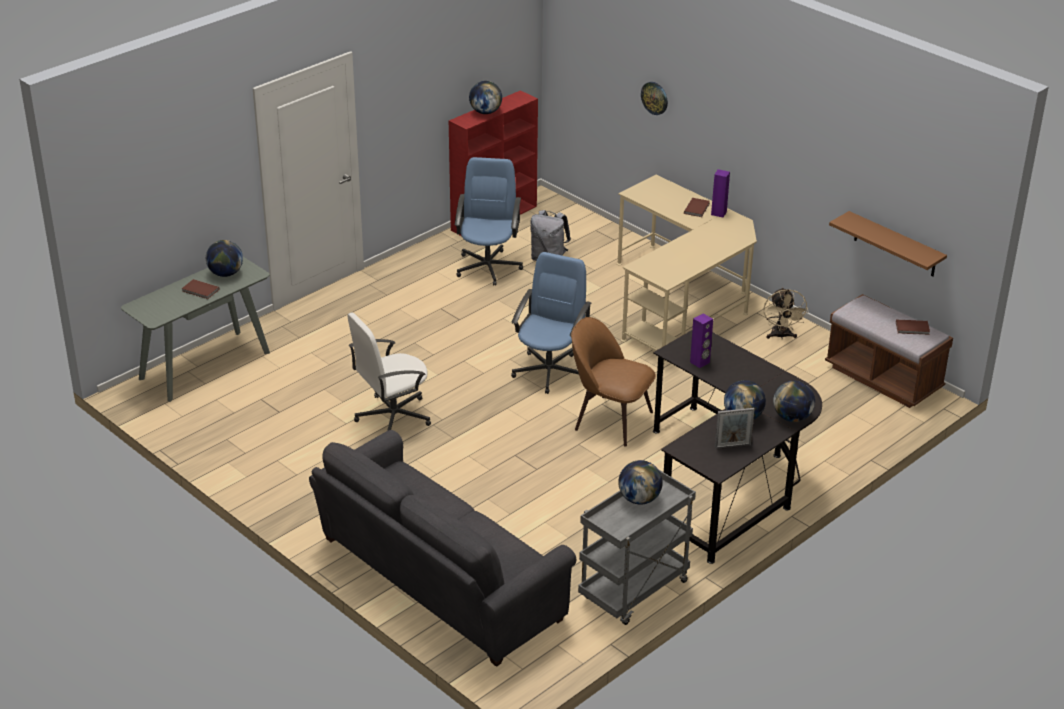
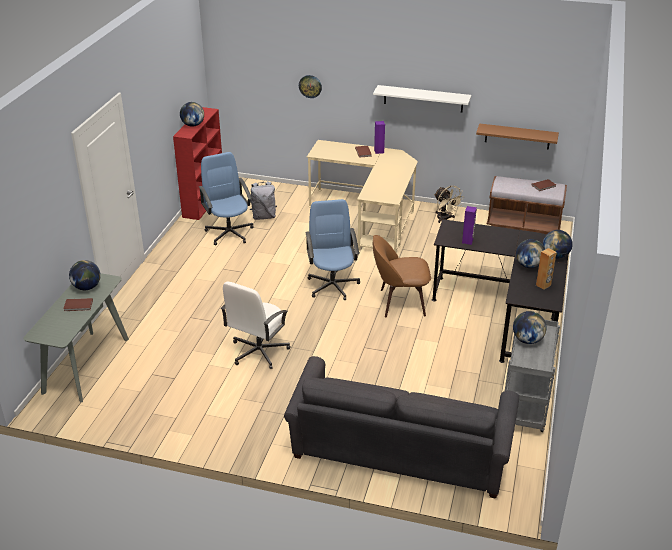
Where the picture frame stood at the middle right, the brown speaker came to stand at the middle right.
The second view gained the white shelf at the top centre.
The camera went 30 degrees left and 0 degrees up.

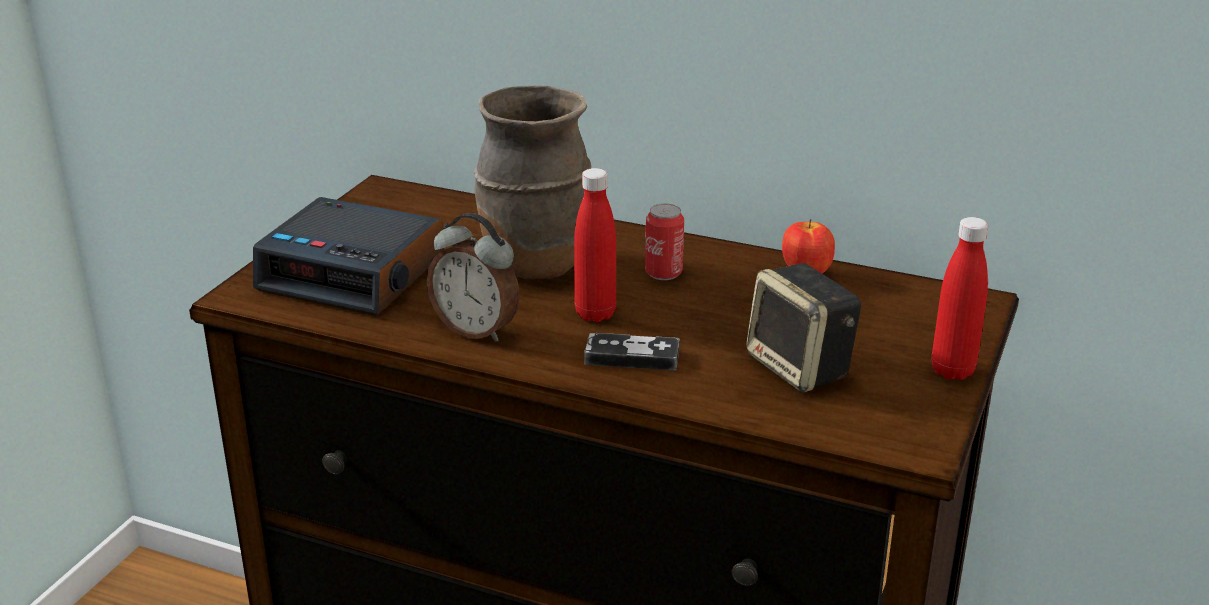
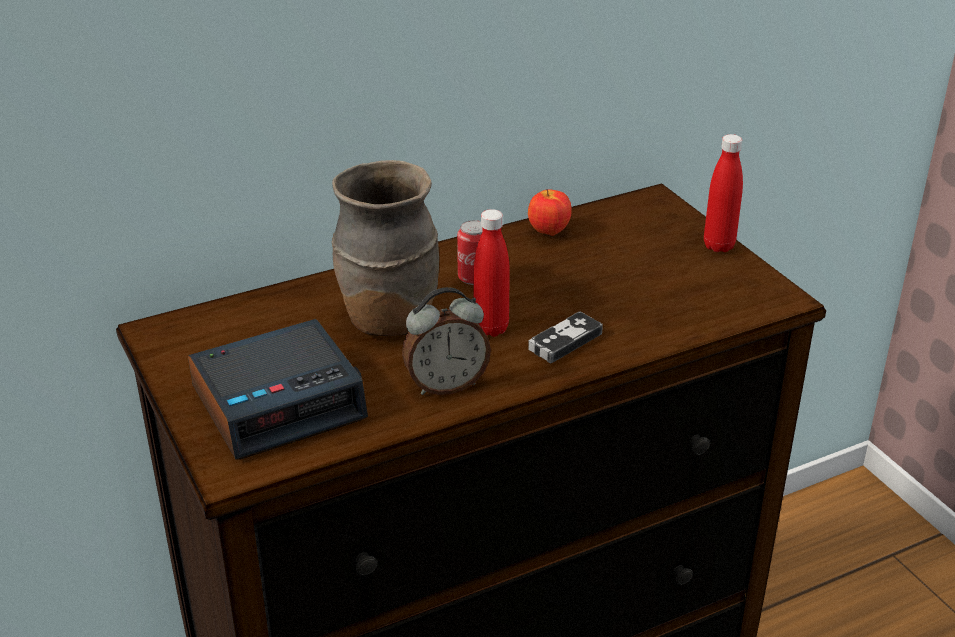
The second view lost the speaker at the centre.
The camera went 50 degrees left and 5 degrees up.

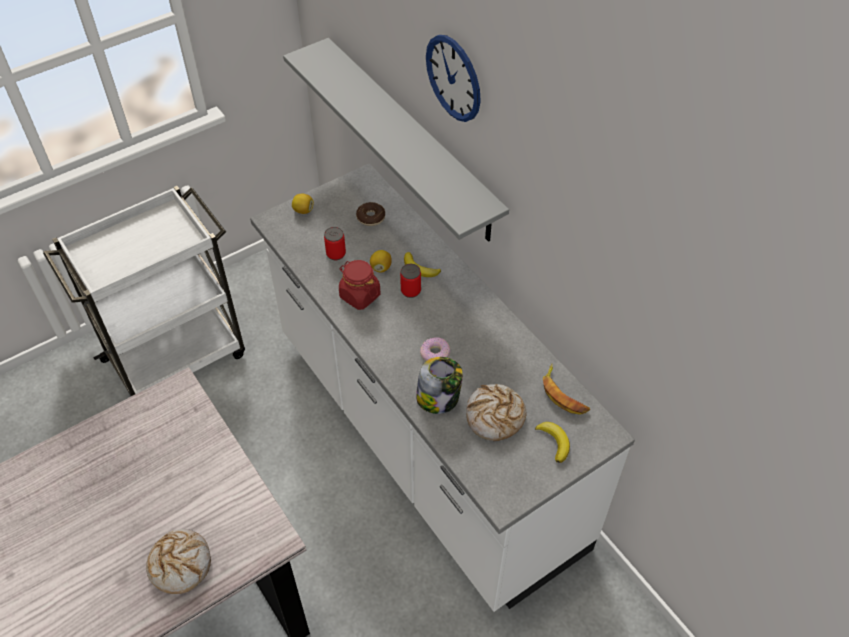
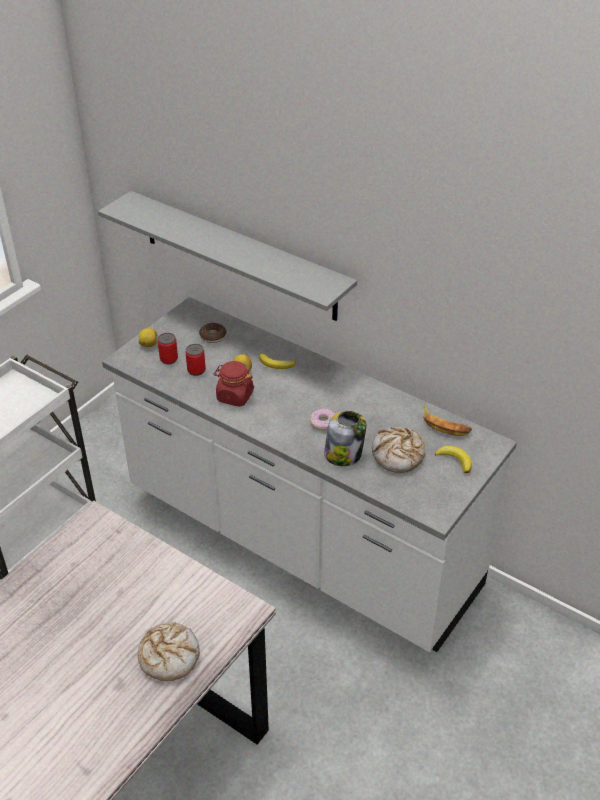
The can (2nd from left in the first image) ended up elsewhere, having gone from the centre to the middle left.
The second view lost the wall clock at the top centre.
The camera went 20 degrees left and 10 degrees down.

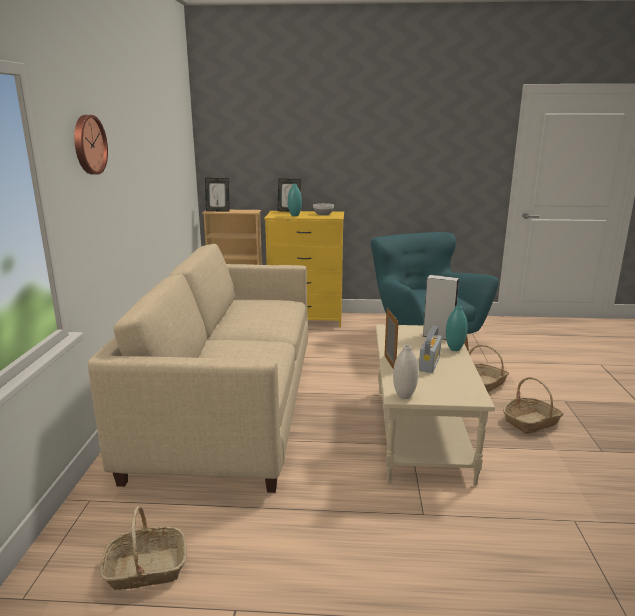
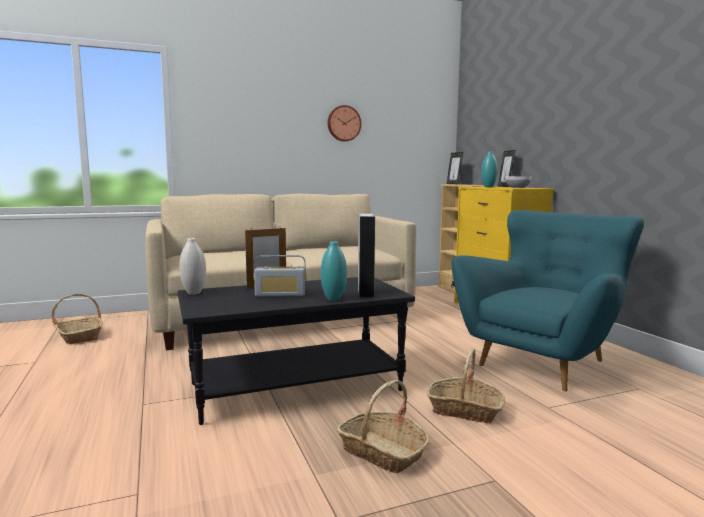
The wall clock ended up elsewhere, having gone from the top left to the top centre.
What was the beige coffee table at the middle right turned into the black coffee table at the bottom centre.
The camera went 65 degrees right and 10 degrees down.

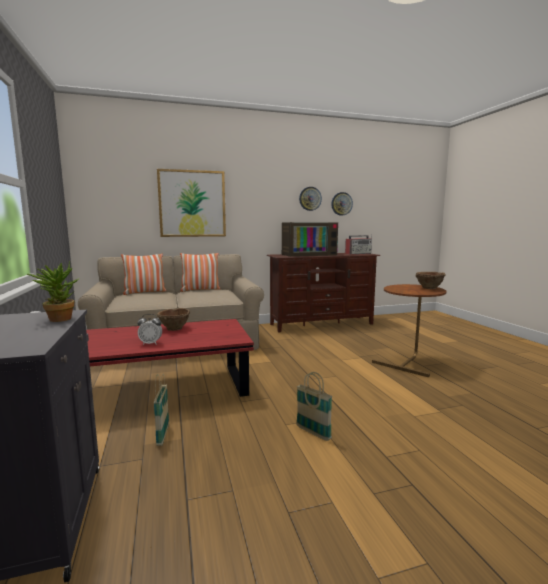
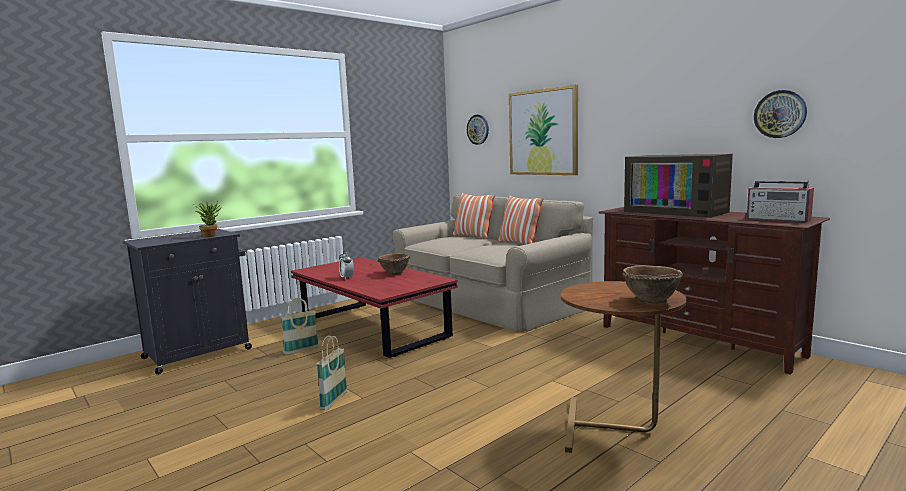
The wall clock (1st from left) ended up elsewhere, having gone from the centre to the top centre.
The camera went 65 degrees right and 0 degrees up.

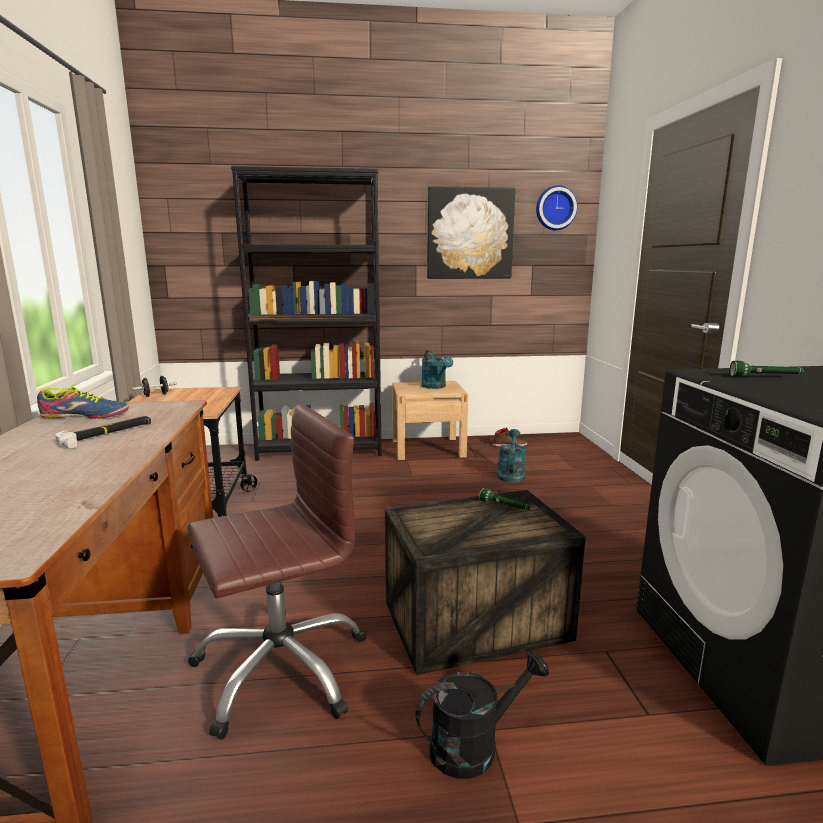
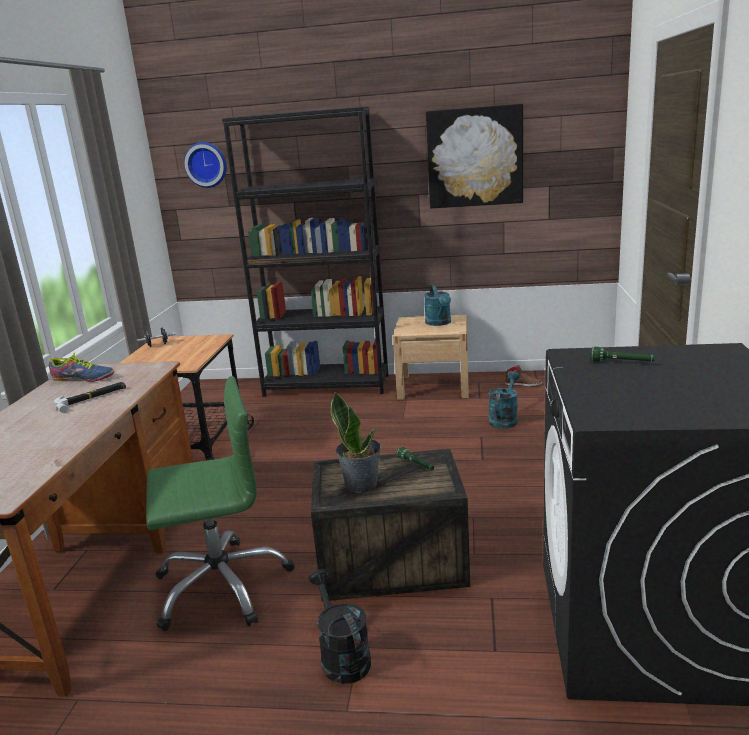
What was the brown office chair at the bottom centre turned into the green office chair at the bottom left.
The black watering can at the bottom centre ended up facing another way, 105 degrees counterclockwise from before.
The wall clock ended up elsewhere, having gone from the top right to the top left.
The second view gained the potted plant at the centre.
The camera went 15 degrees right and 5 degrees up.

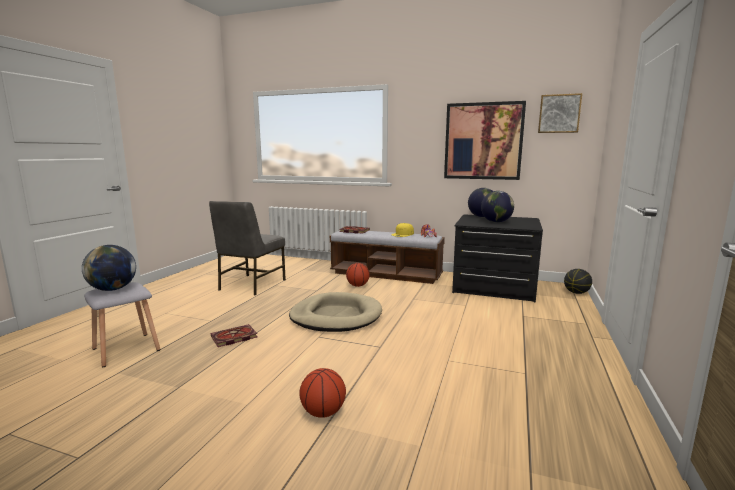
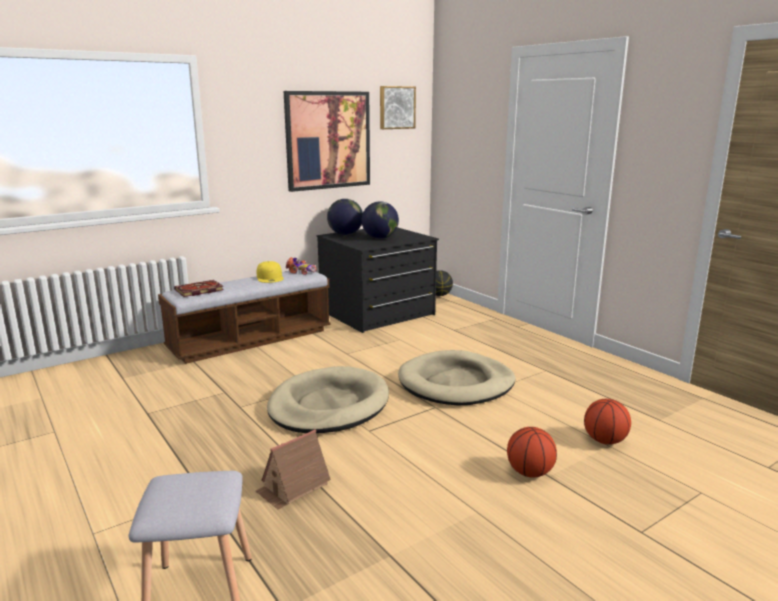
The second view lost the globe (1st from left) at the middle left.
The second view lost the grey chair at the centre.
Where the book (1st from left) stood at the bottom left, the toy house came to stand at the bottom centre.
The basketball (2nd from left in the first image) ended up elsewhere, having gone from the centre to the bottom right.
The second view gained the beige dog bed (2nd from left) at the centre.
The camera went 55 degrees left and 5 degrees up.

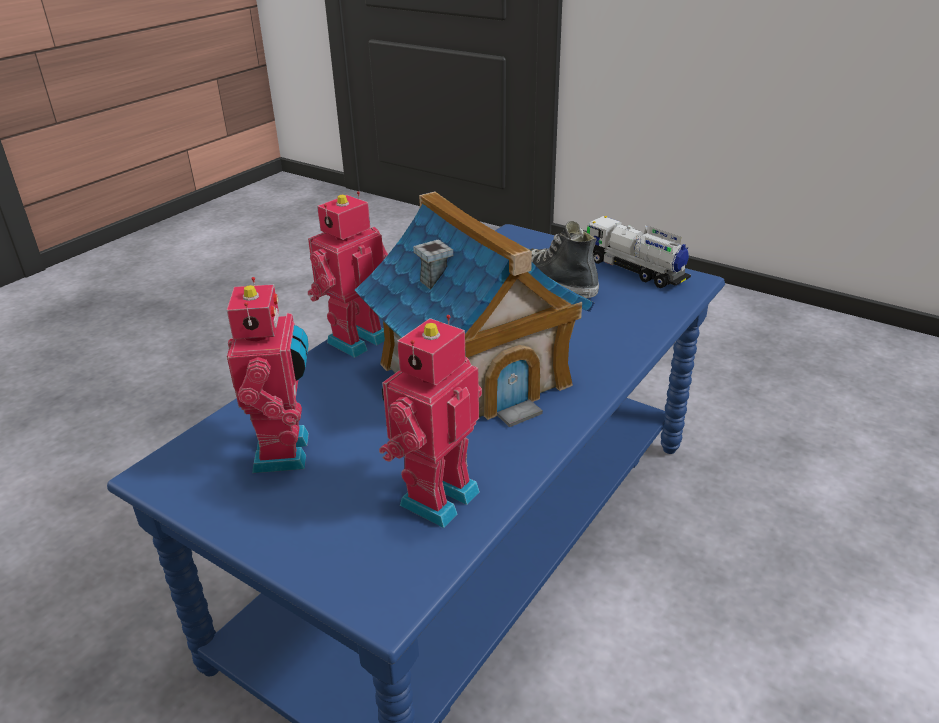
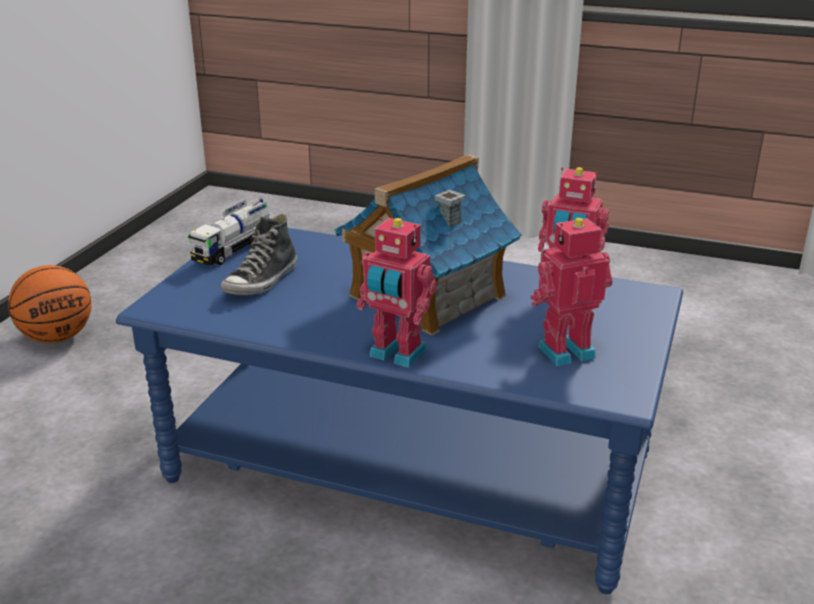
The second view gained the basketball at the middle left.
The camera went 105 degrees left and 5 degrees down.

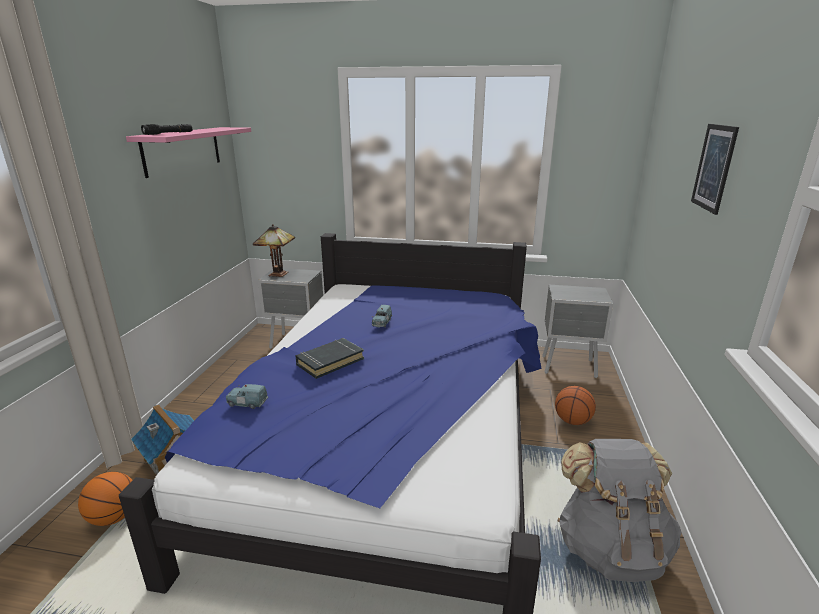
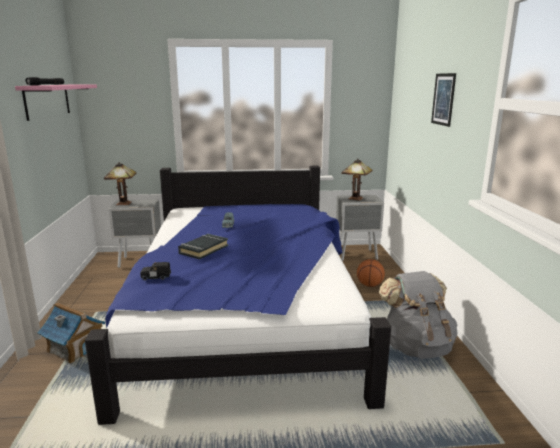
The second view lost the basketball (1st from left) at the bottom left.
What was the blue toy car (1st from left) at the middle left turned into the black toy car at the middle left.
The second view gained the table lamp (2nd from left) at the centre.
The camera went 15 degrees left and 5 degrees down.

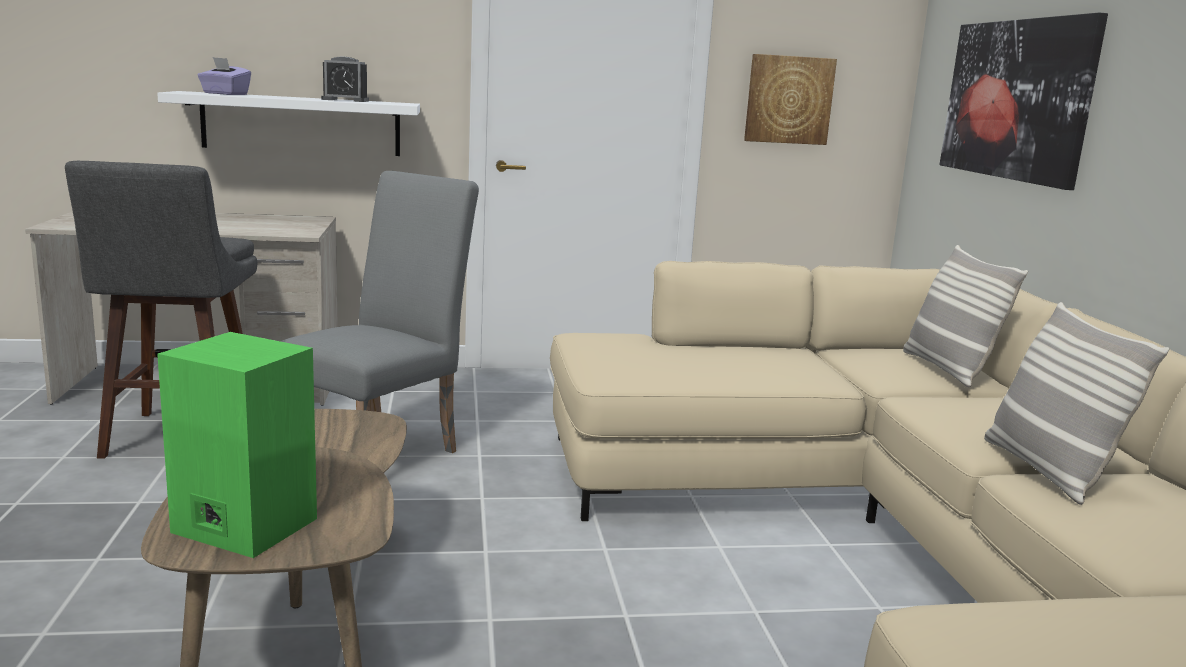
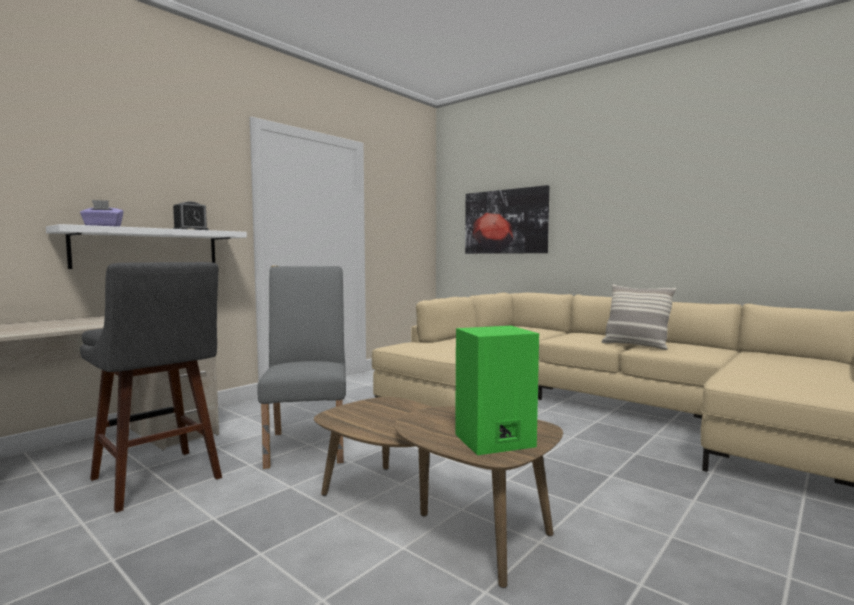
The second view lost the picture (1st from left) at the top centre.
The second view lost the pillow (1st from left) at the middle right.
The camera went 40 degrees left and 10 degrees down.

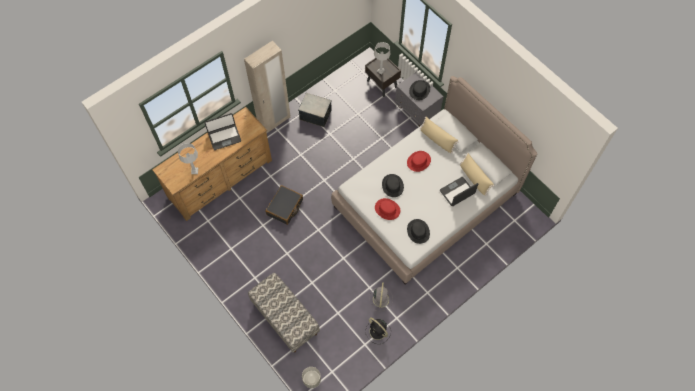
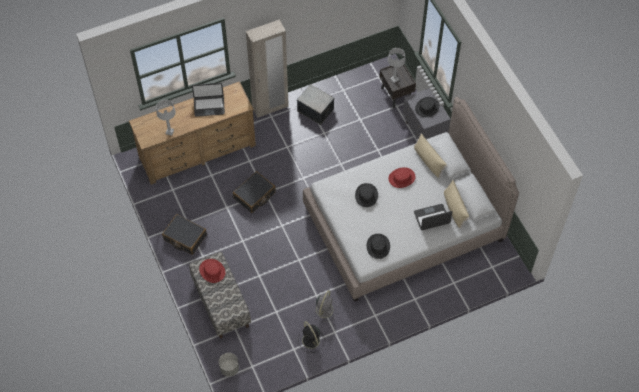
The red hat (1st from left) ended up elsewhere, having gone from the centre to the bottom left.
The second view gained the black suitcase (1st from left) at the middle left.
The camera went 15 degrees right and 5 degrees down.

